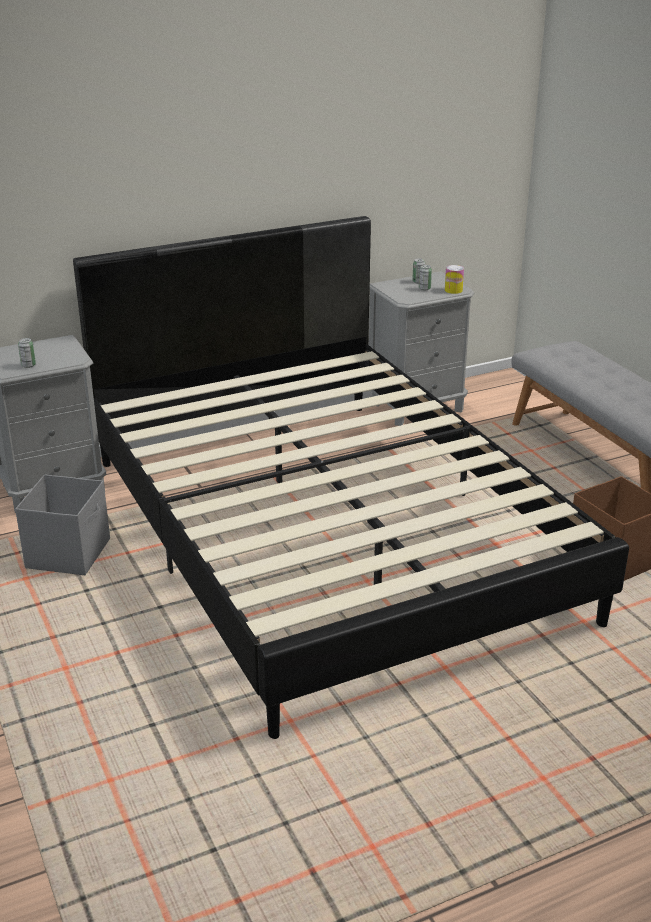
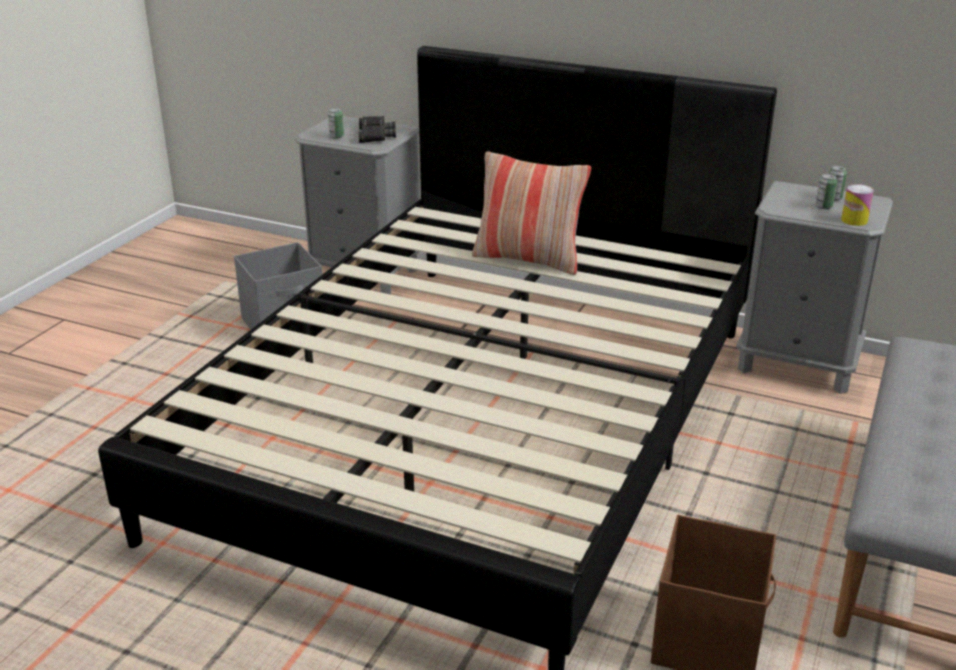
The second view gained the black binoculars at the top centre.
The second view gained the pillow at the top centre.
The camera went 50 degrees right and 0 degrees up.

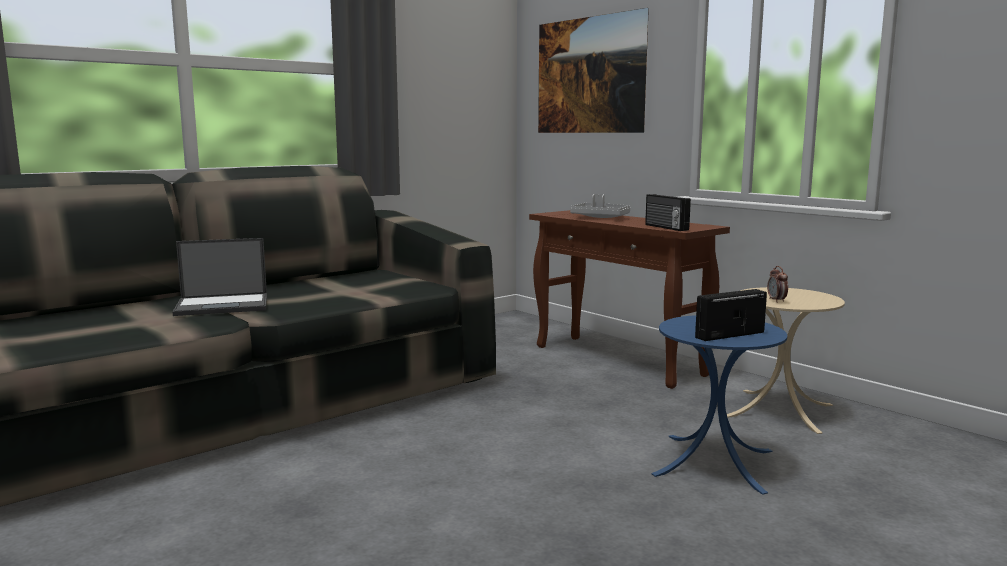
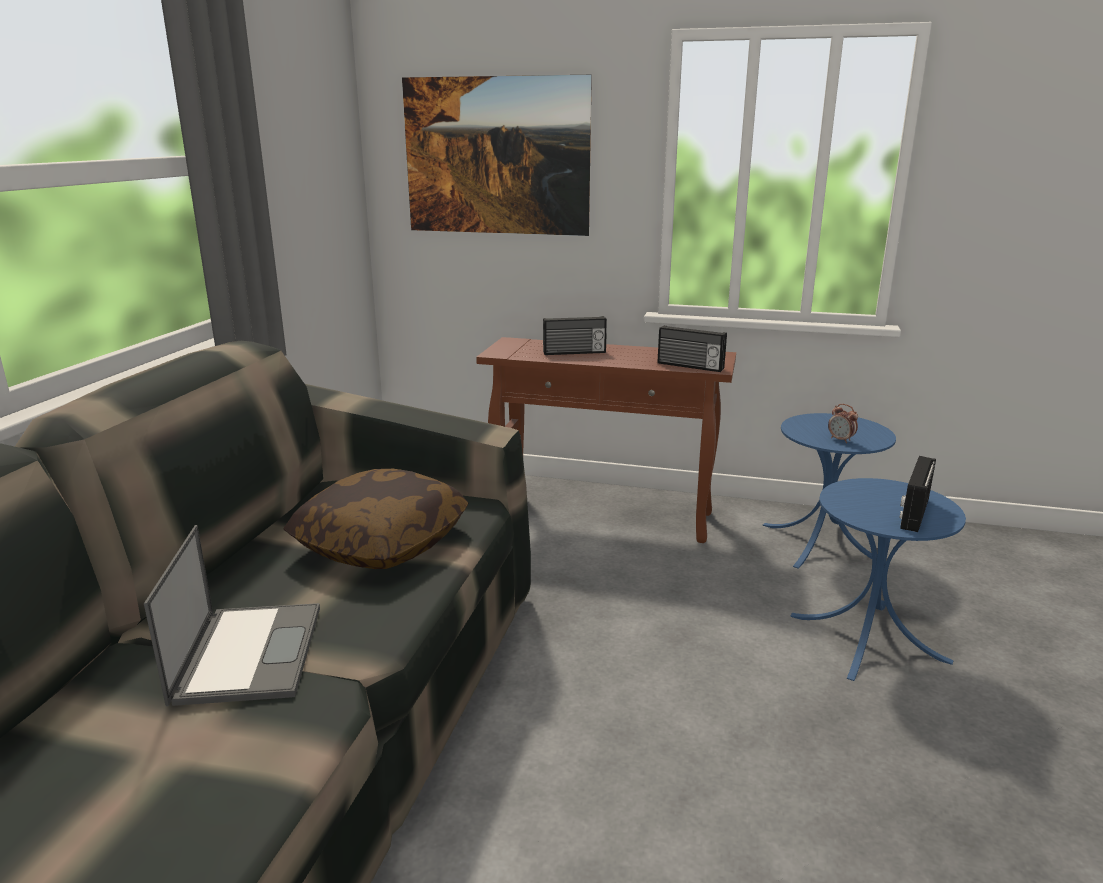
The laptop at the middle left ended up facing another way, 45 degrees counterclockwise from before.
Where the grey tray stood at the centre, the radio (1st from left) came to stand at the centre.
What was the beige side table at the middle right turned into the blue side table (1st from left) at the middle right.
The second view gained the pillow at the centre.
The camera went 35 degrees left and 10 degrees up.

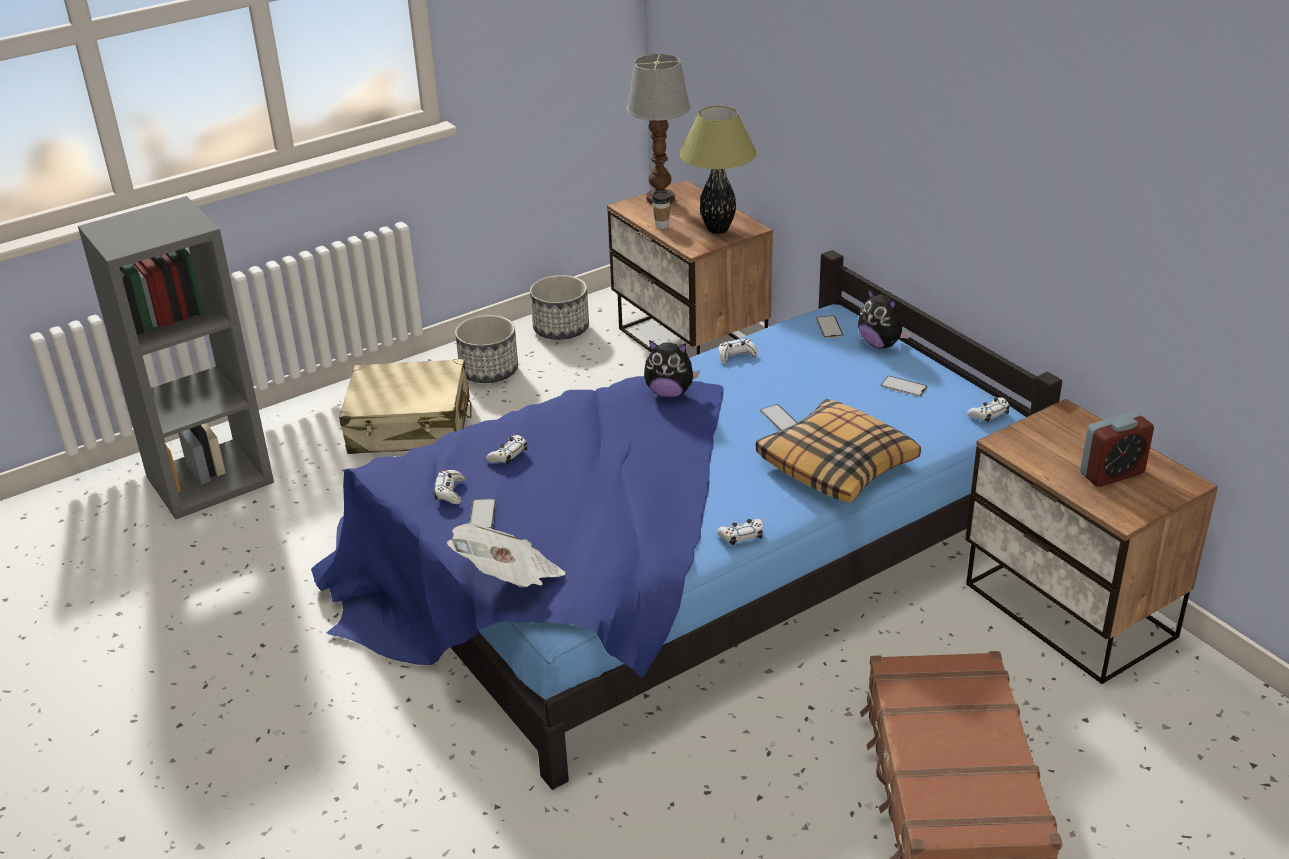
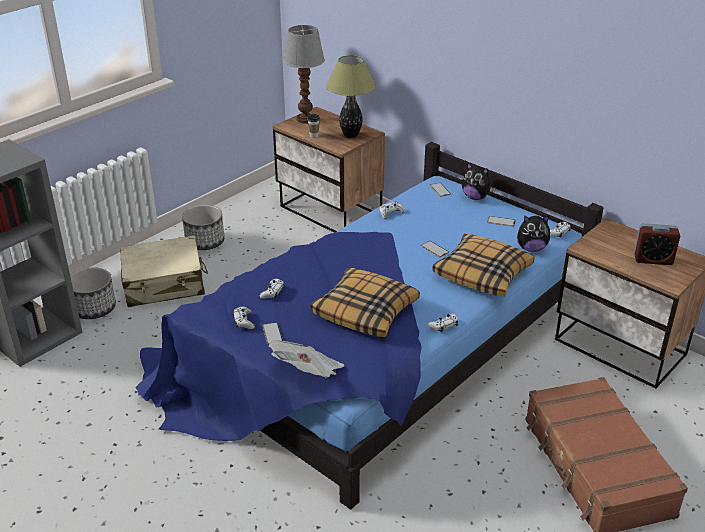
The planter (2nd from left in the first image) ended up elsewhere, having gone from the centre to the middle left.
The plush toy (1st from left in the first image) ended up elsewhere, having gone from the centre to the middle right.
The alarm clock at the middle right ended up facing another way, 45 degrees clockwise from before.
The second view gained the pillow (1st from left) at the centre.
The camera went 15 degrees left and 0 degrees up.

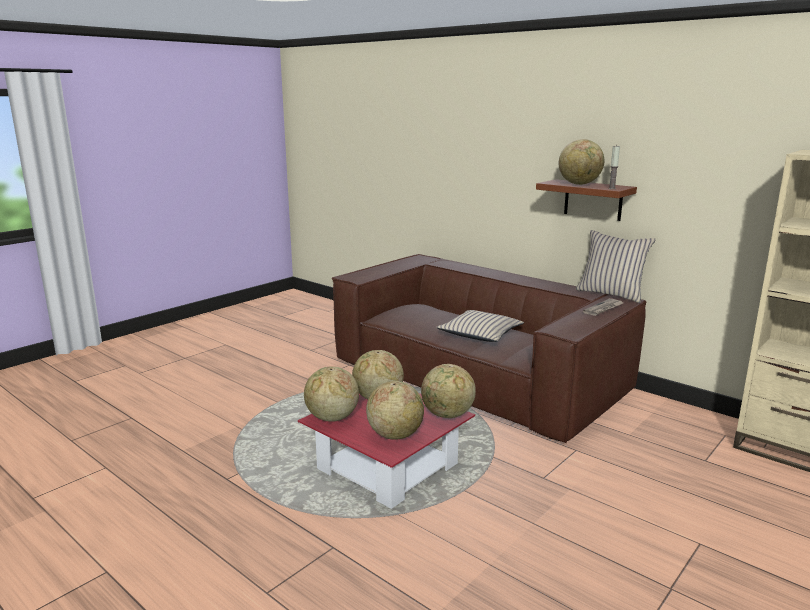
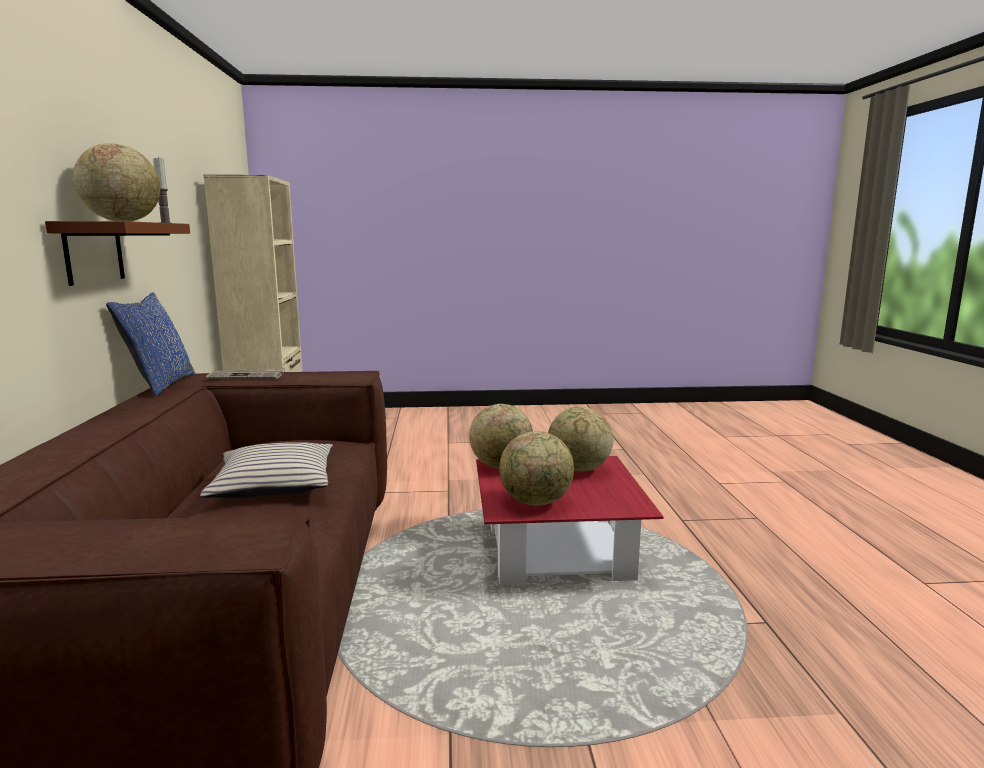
The second view lost the globe (1st from left) at the centre.
What was the beige pillow (2nd from left) at the middle right turned into the blue pillow at the middle left.
The camera went 135 degrees left and 5 degrees down.

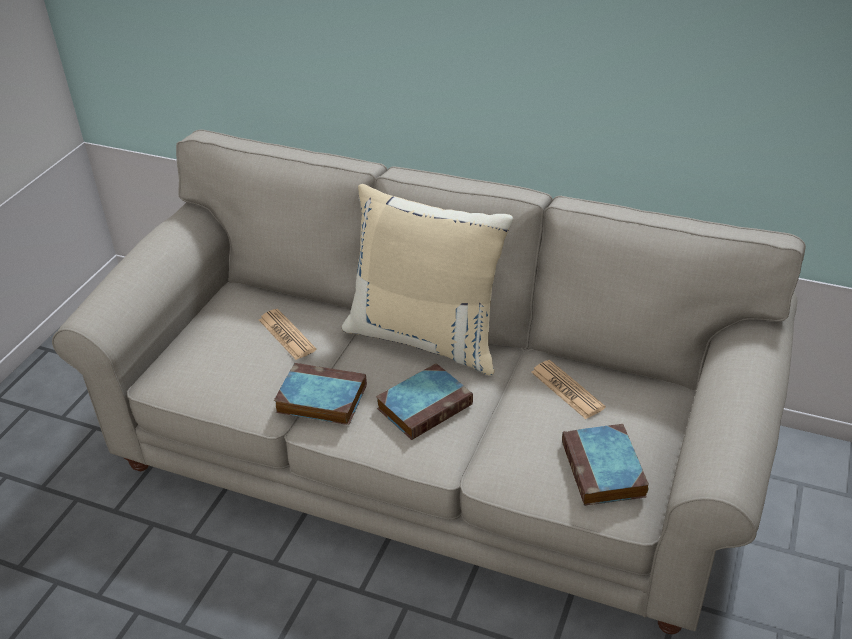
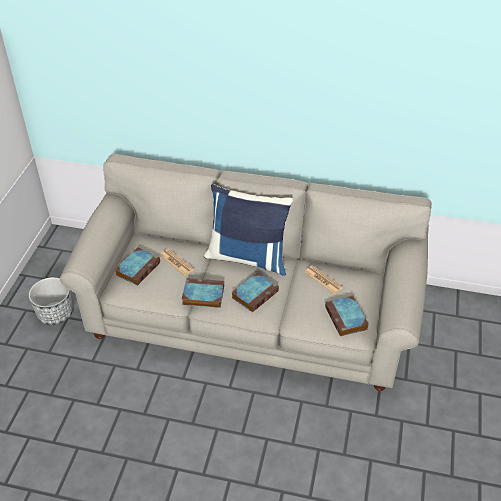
What was the beige pillow at the centre turned into the blue pillow at the centre.
The second view gained the planter at the middle left.
The second view gained the book (1st from left) at the middle left.
The camera went 10 degrees left and 5 degrees up.

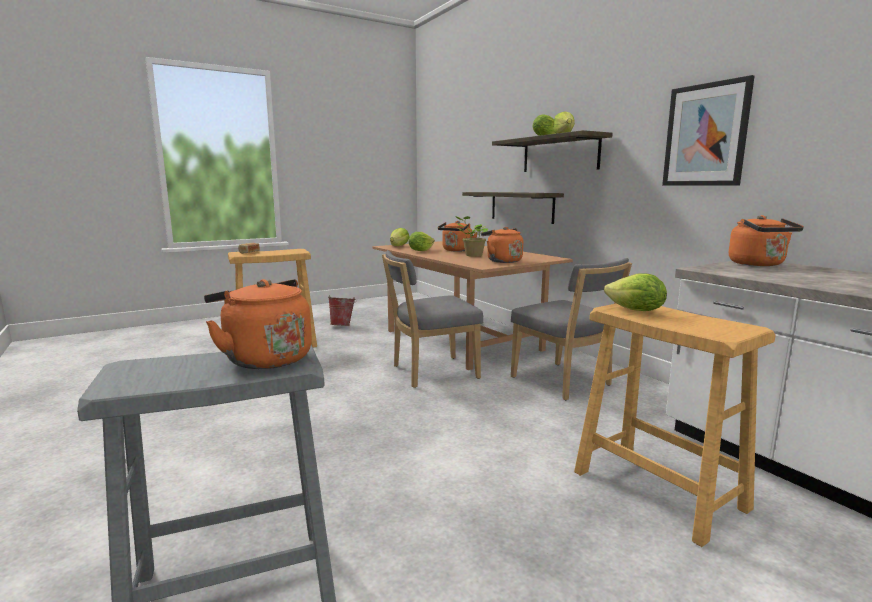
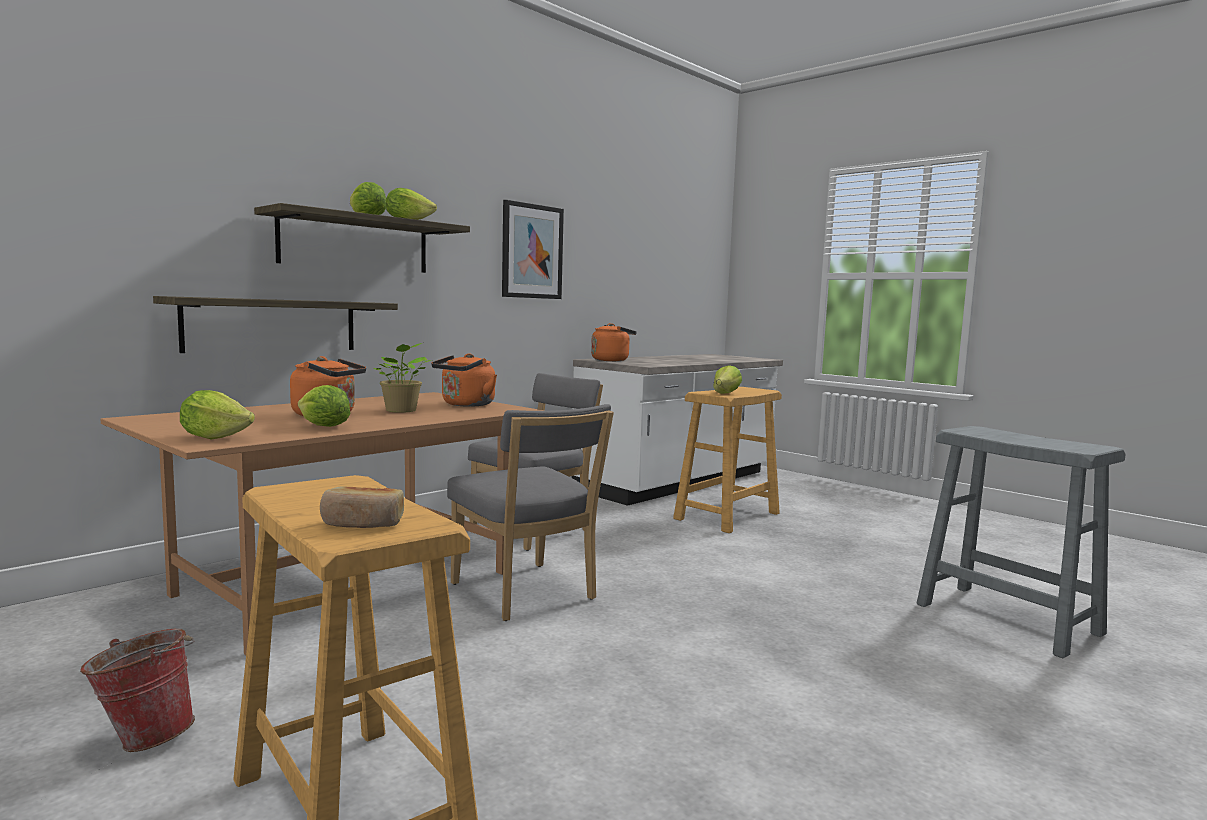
The second view lost the orange kettle (1st from left) at the middle left.
The camera went 105 degrees left and 5 degrees down.

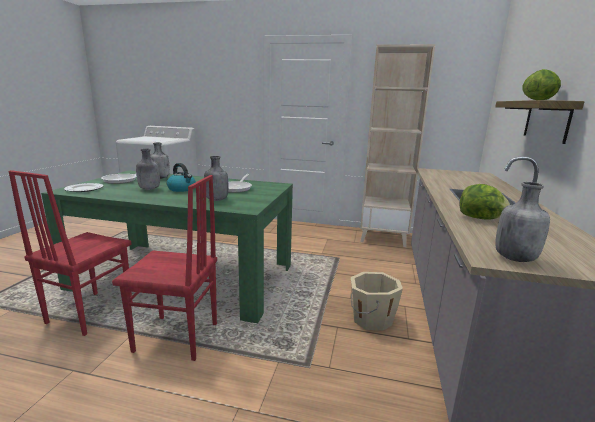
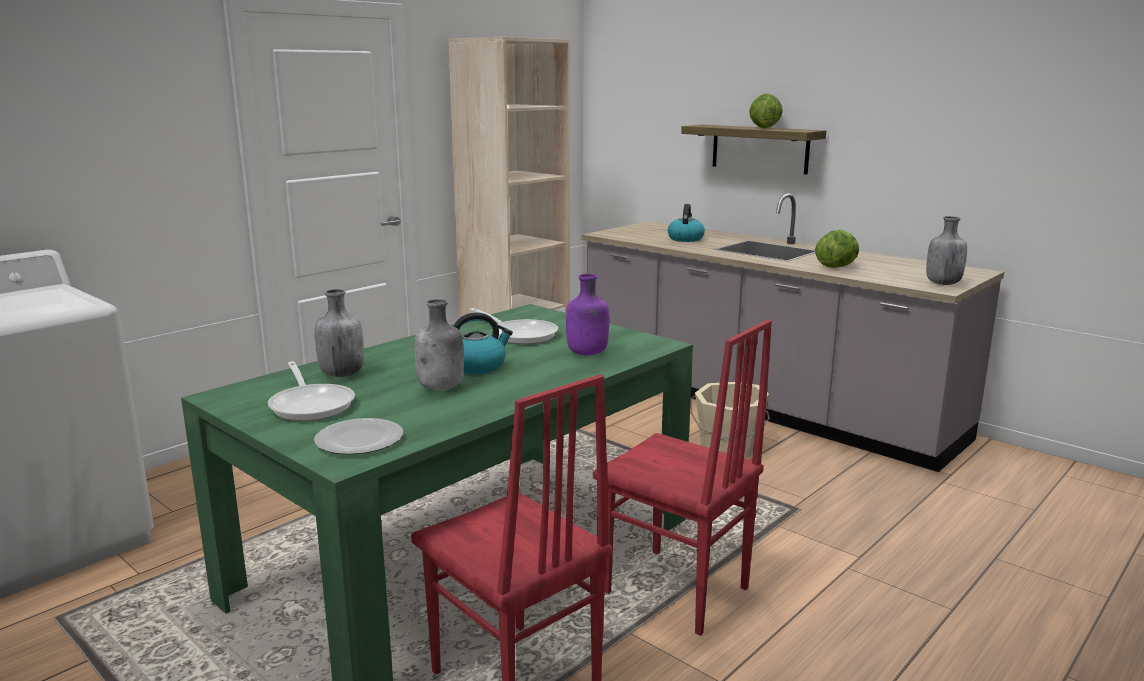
The red chair (2nd from left) at the middle left ended up facing another way, 90 degrees clockwise from before.
What was the grey bottle (3rd from left) at the centre turned into the purple bottle at the centre.
The second view gained the kettle (2nd from left) at the top centre.
The camera went 60 degrees left and 0 degrees up.

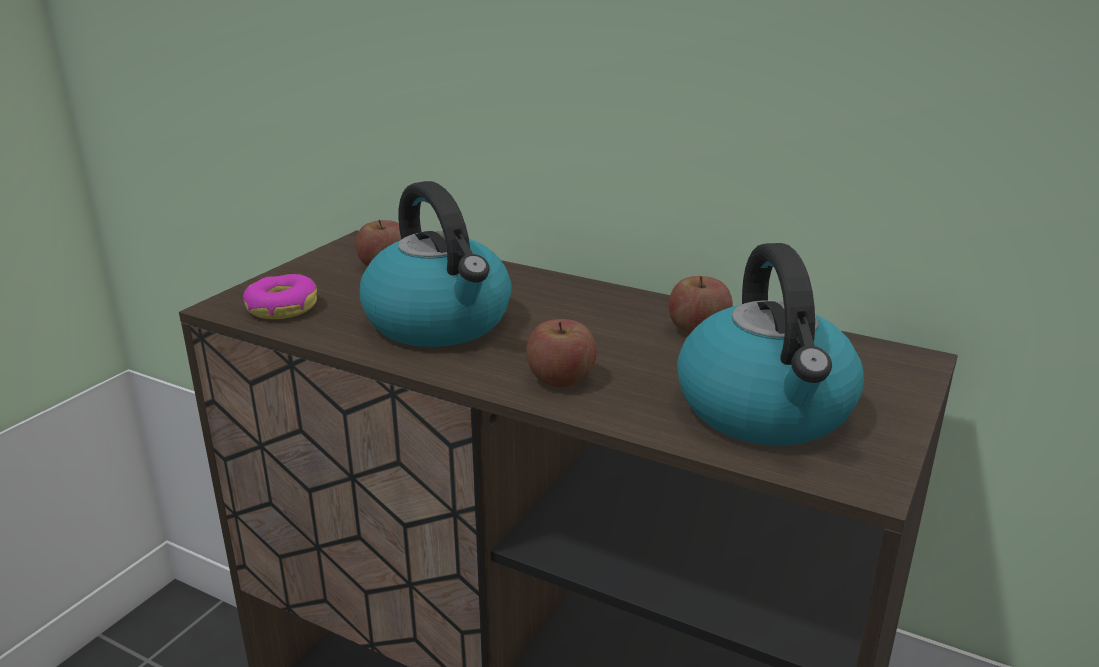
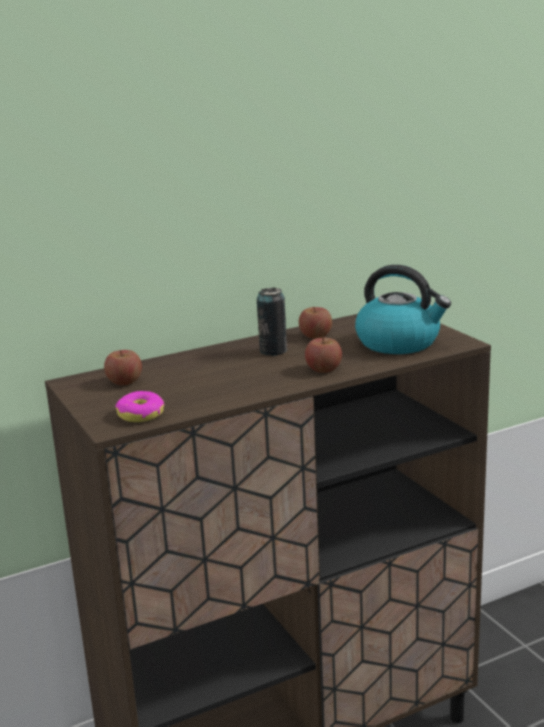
The second view lost the kettle (1st from left) at the centre.
The second view gained the can at the centre.
The camera went 55 degrees left and 5 degrees down.

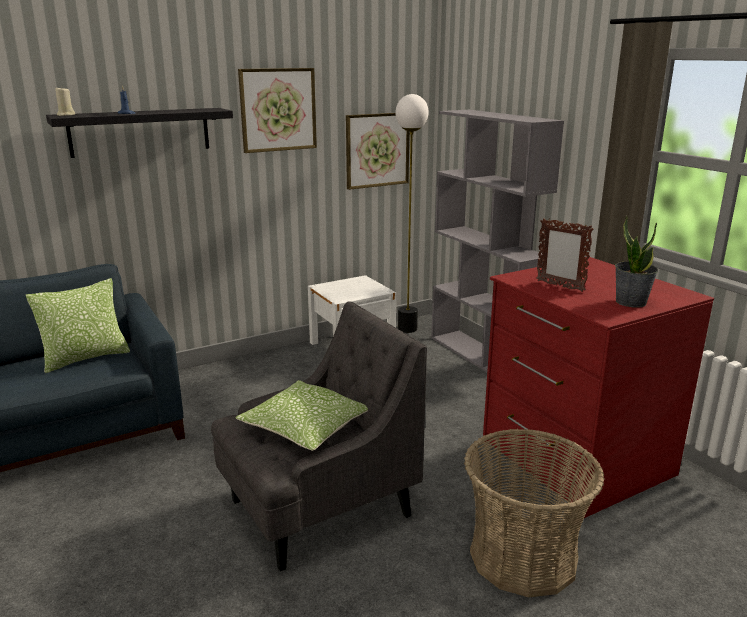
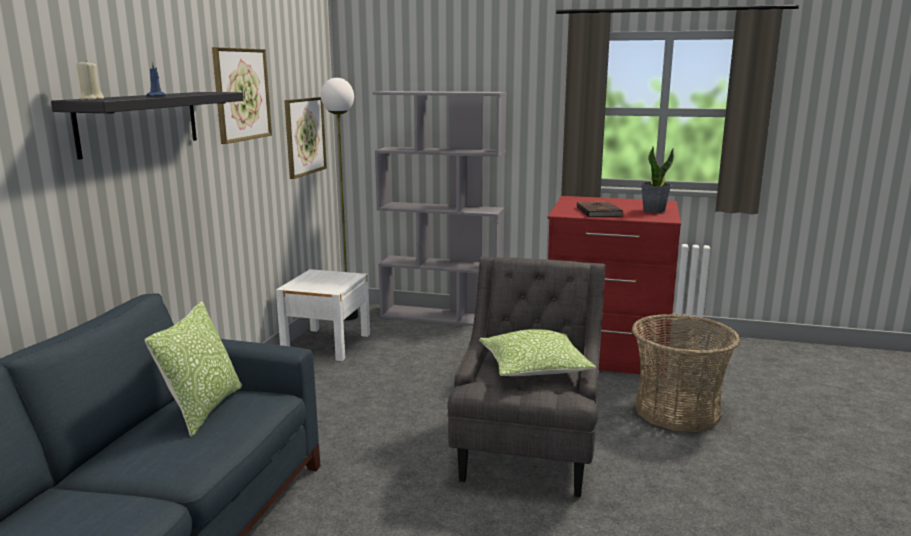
Where the picture frame stood at the middle right, the brown book came to stand at the centre.
The camera went 45 degrees left and 5 degrees down.

